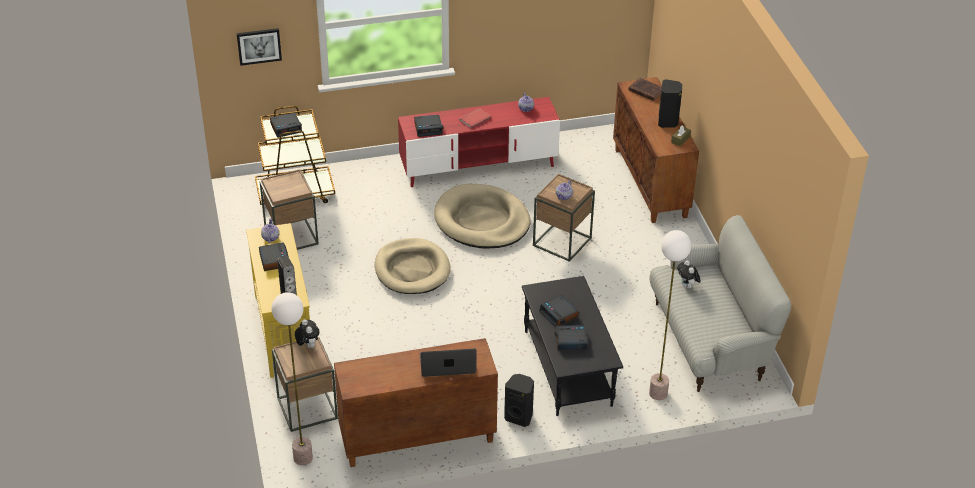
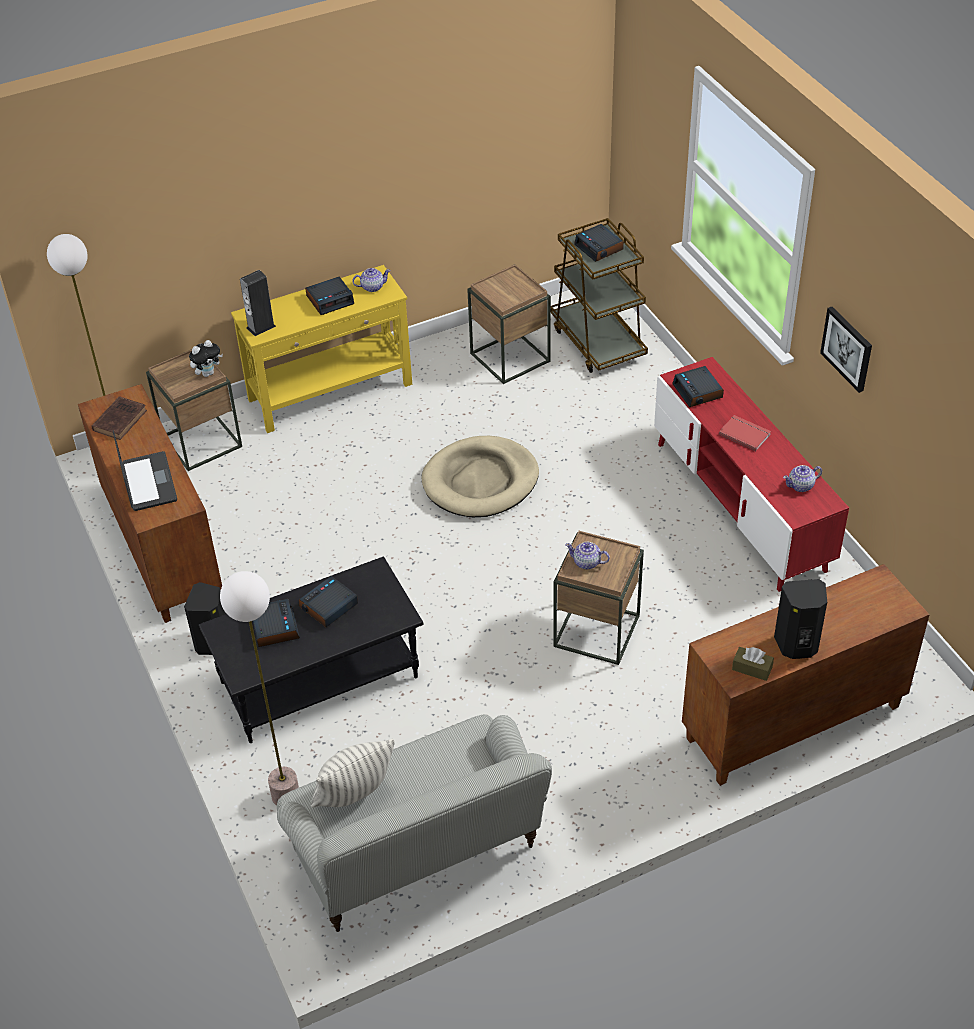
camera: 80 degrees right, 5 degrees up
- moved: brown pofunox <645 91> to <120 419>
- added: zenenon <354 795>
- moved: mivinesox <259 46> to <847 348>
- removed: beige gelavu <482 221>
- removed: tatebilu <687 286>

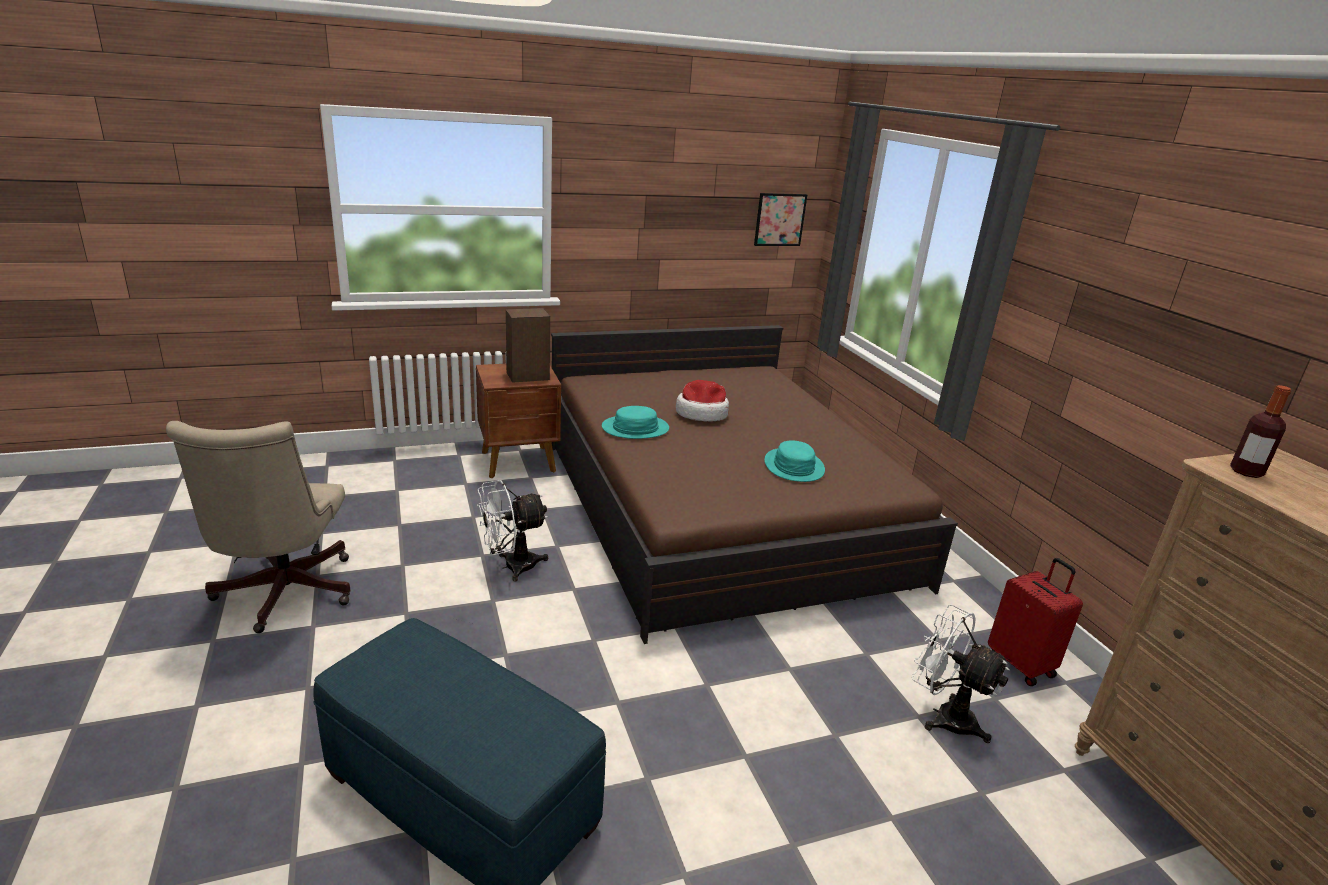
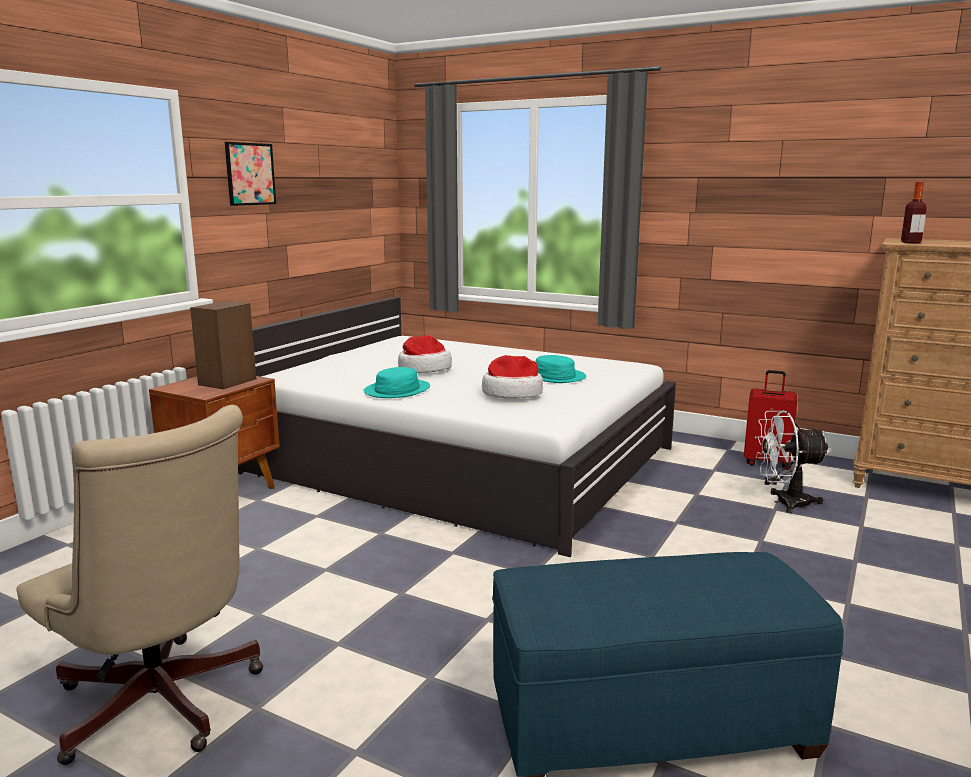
camera: 40 degrees left, 10 degrees down
- moved: mivinesox <780 219> to <250 174>
- recoloured: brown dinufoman <718 509> to white dinufoman <460 460>
- added: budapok <512 393>
- removed: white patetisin <511 566>

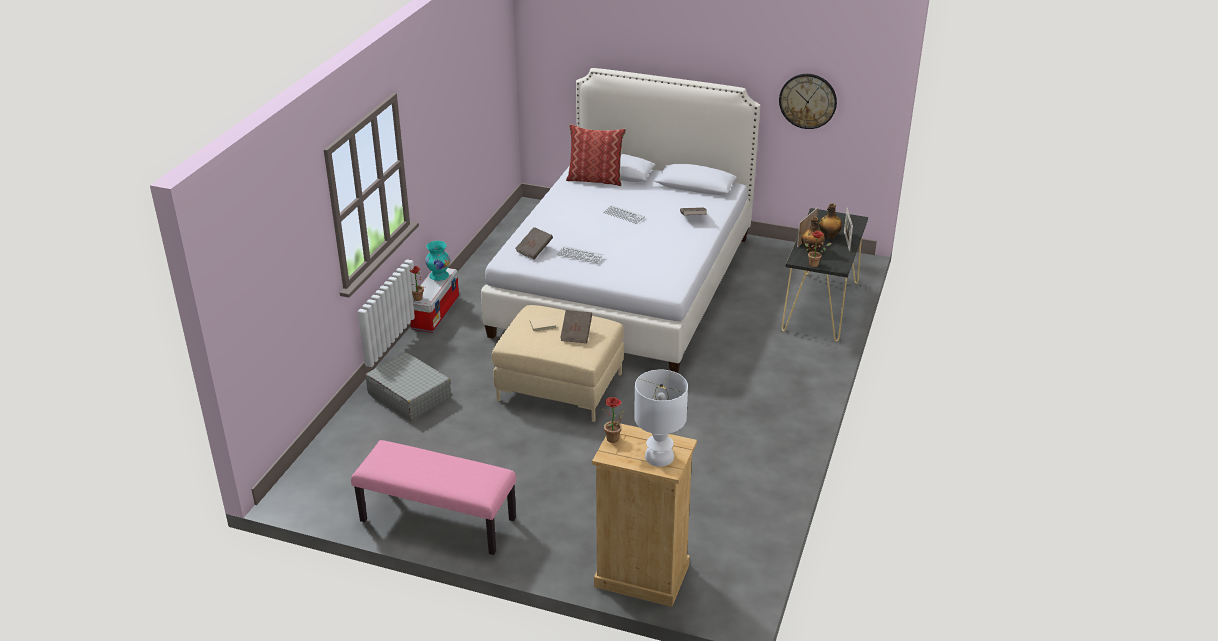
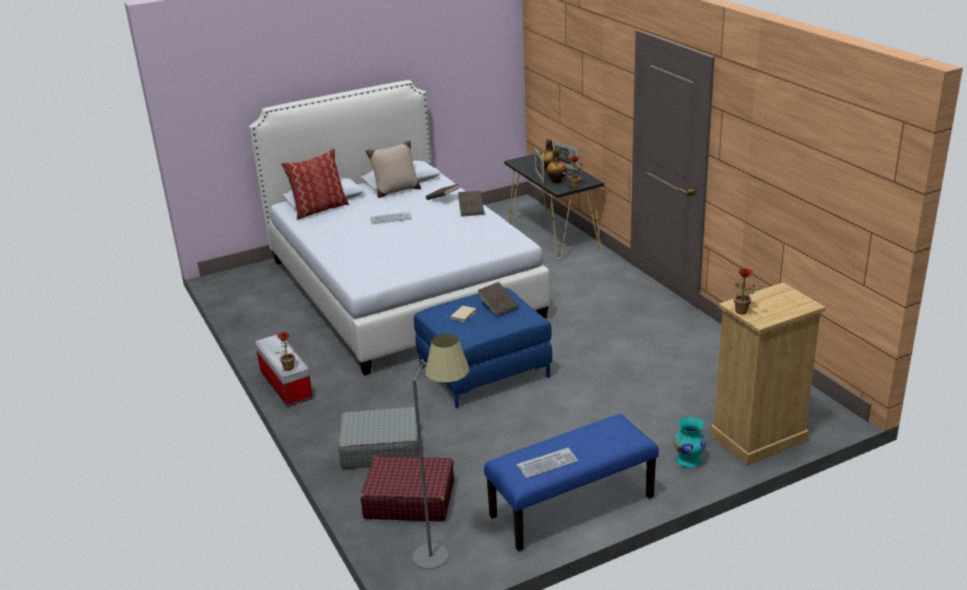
camera: 45 degrees left, 5 degrees down
- added: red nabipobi <409 499>
- added: beige zenenon <396 191>
- added: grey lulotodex <447 554>
- recoloured: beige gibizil <561 387> to blue gibizil <484 372>
- moved: brown pofunox <534 250> to <471 210>
- recoloured: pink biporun <437 521> to blue biporun <572 508>
- moved: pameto <580 255> to <547 464>
- moved: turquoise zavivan <439 276> to <688 460>
- removed: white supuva <659 457>
- removed: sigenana <808 101>

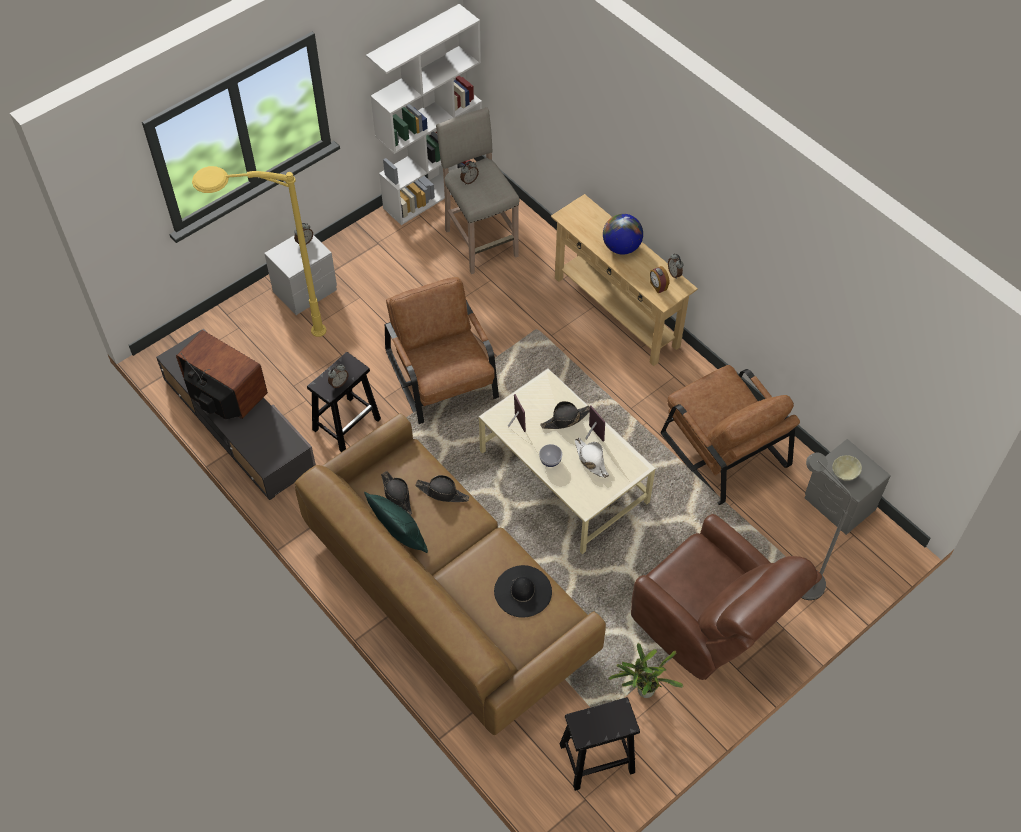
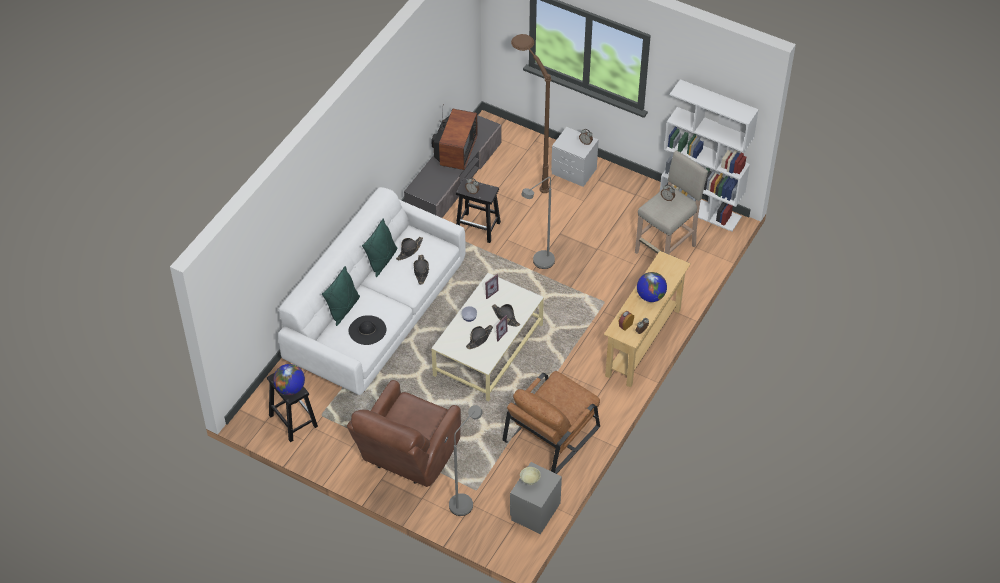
camera: 70 degrees right, 5 degrees down
- added: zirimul <290 388>
- recoloured: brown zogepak <446 594> to white zogepak <375 315>
- added: green zenenon <343 309>
- recoloured: white budapok <591 459> to black budapok <479 338>
- recoloured: yellow lulotodex <270 337> to brown lulotodex <527 167>
- replaced: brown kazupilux <443 376> to grey lulotodex <539 264>
- removed: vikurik <643 690>

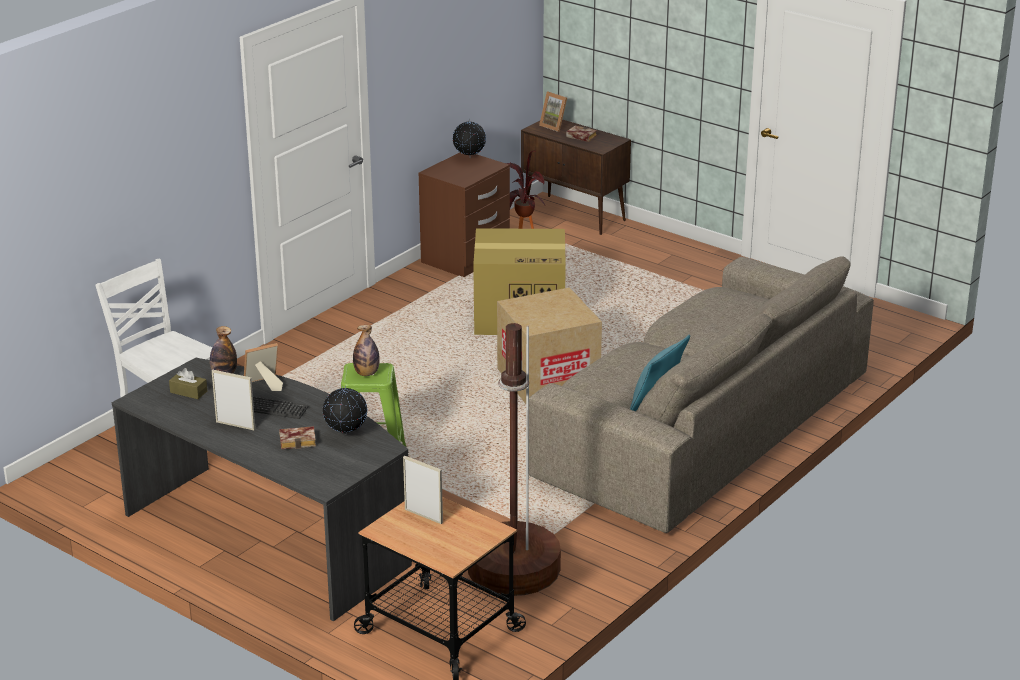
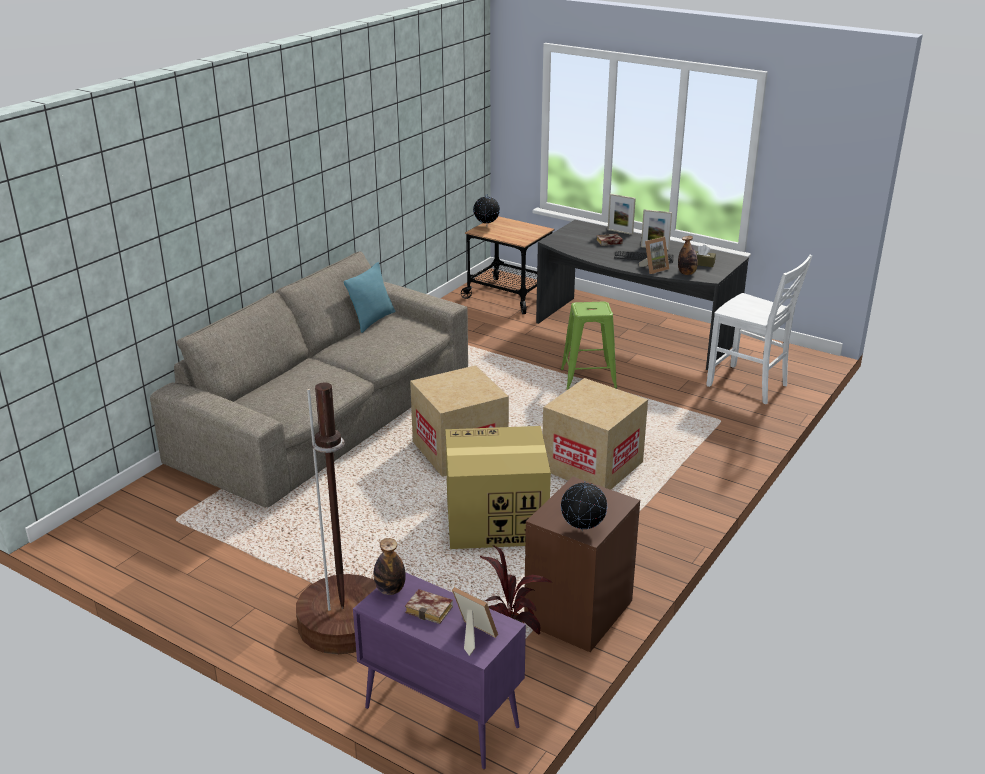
camera: 175 degrees right, 0 degrees up
- moved: brown lulotodex <513 569> to <344 622>
- recoloured: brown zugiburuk <575 215> to purple zugiburuk <440 717>
- moved: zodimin <366 373> to <390 590>
- moved: zirimul <346 434> to <486 226>
- added: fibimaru <592 466>
- moved: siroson <423 516> to <620 232>

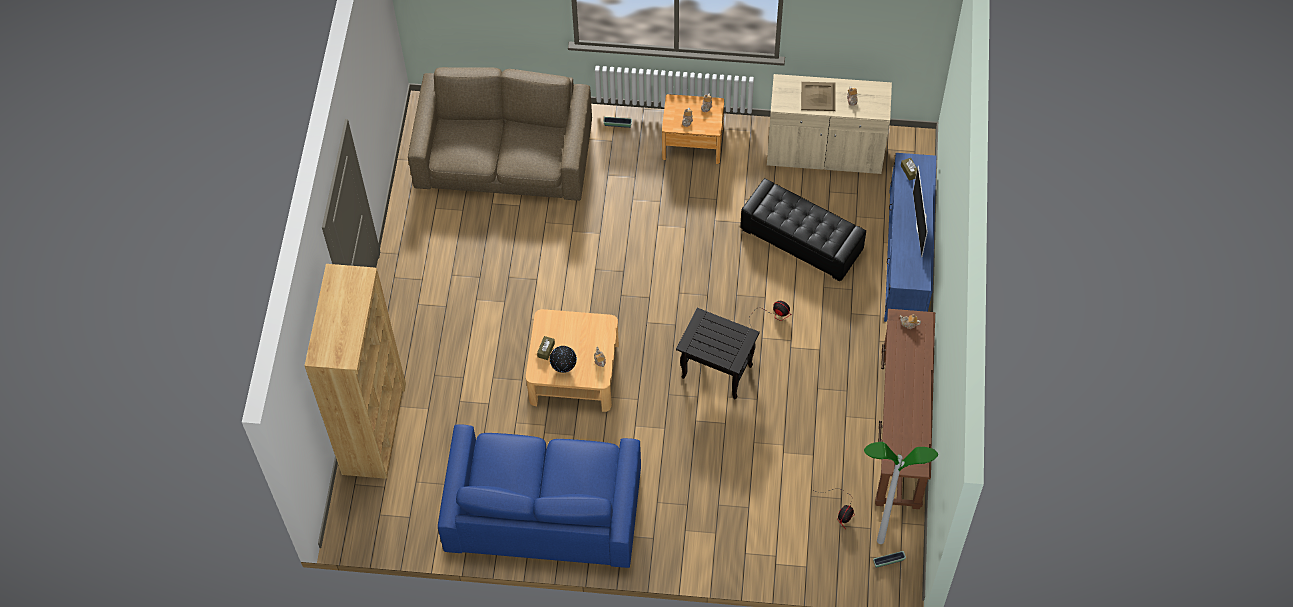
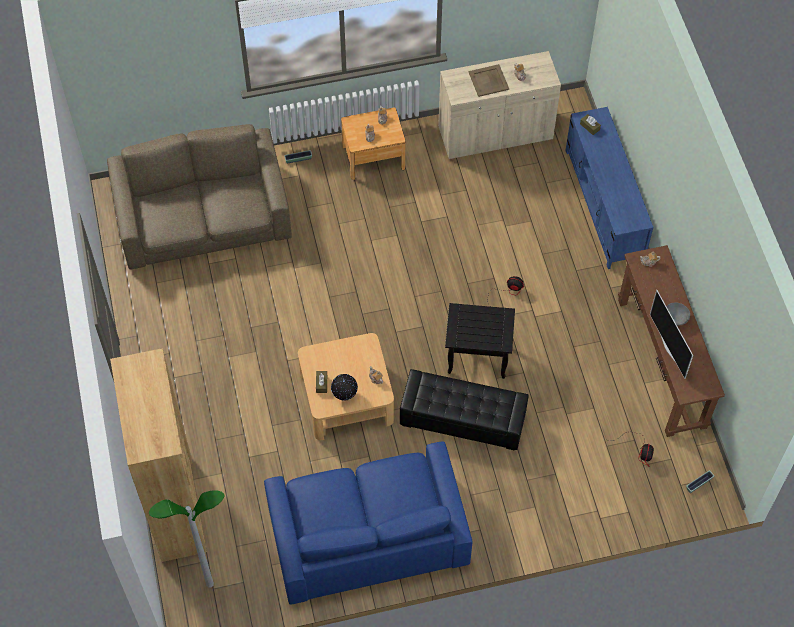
camera: 20 degrees left, 0 degrees up
- moved: lulotodex <880 541> to <210 584>
- moved: black gibizil <801 240> to <463 419>
- moved: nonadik <920 228> to <669 348>
- added: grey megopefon <675 318>

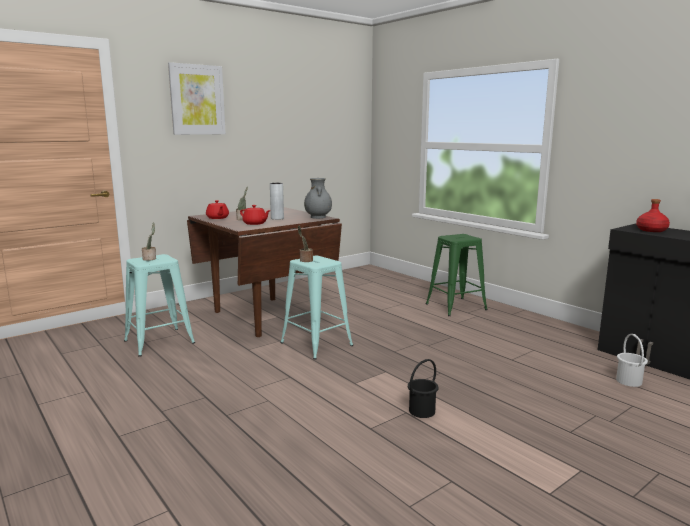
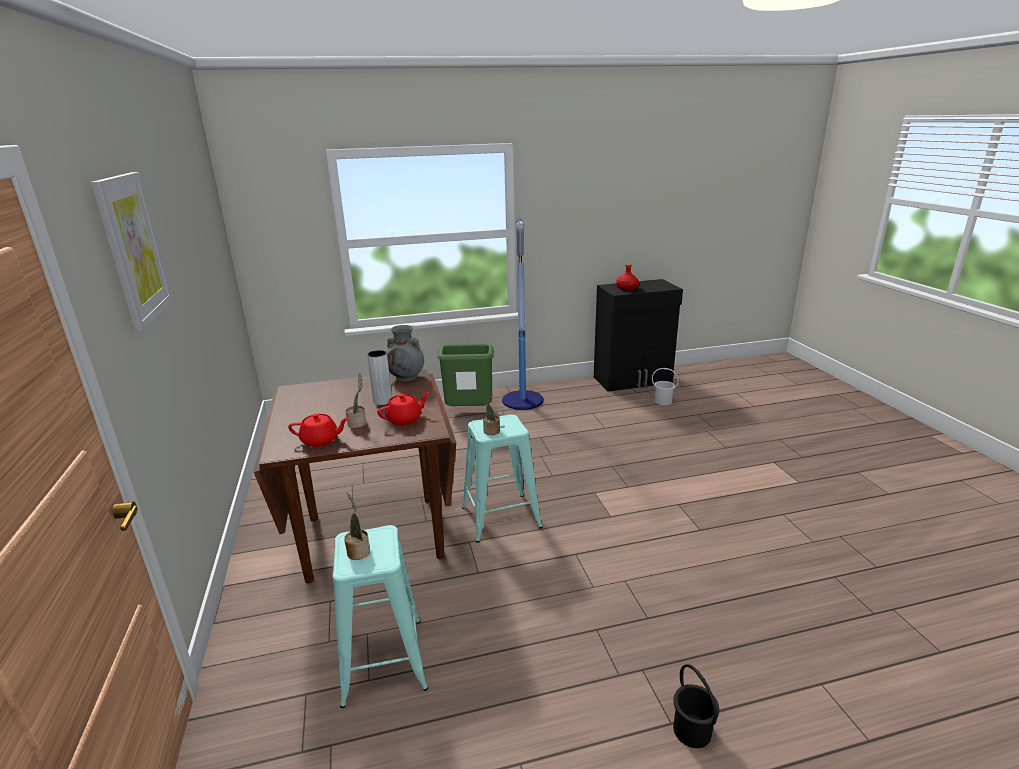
camera: 65 degrees left, 10 degrees up
- replaced: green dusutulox <456 307> to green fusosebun <469 412>
- added: lulotodex <523 401>
- moved: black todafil <422 411> to <692 730>

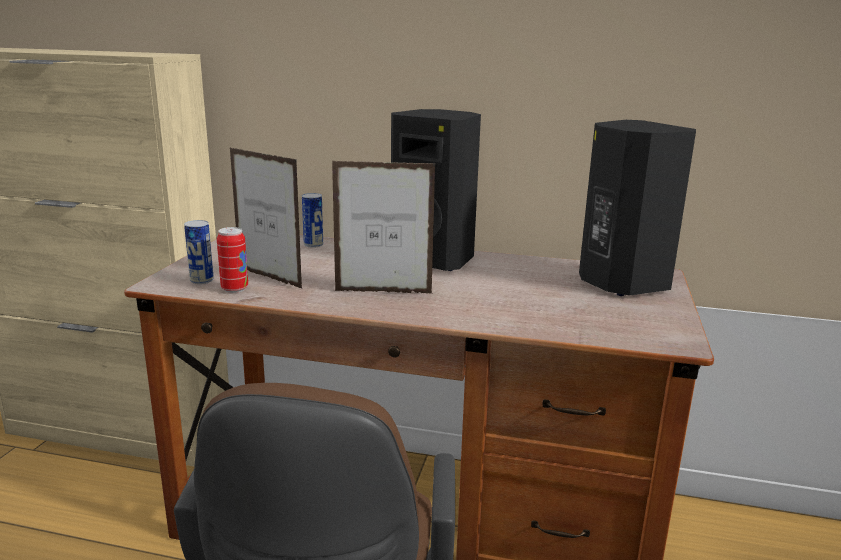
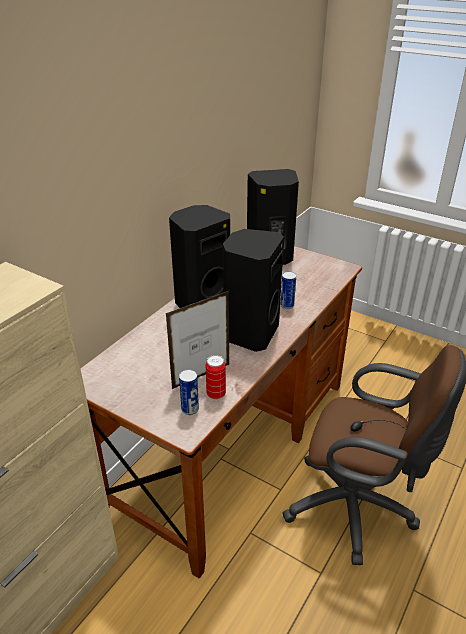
camera: 70 degrees left, 15 degrees up
- replaced: siroson <383 292> to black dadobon <250 333>
- moved: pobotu <313 245> to <287 305>

